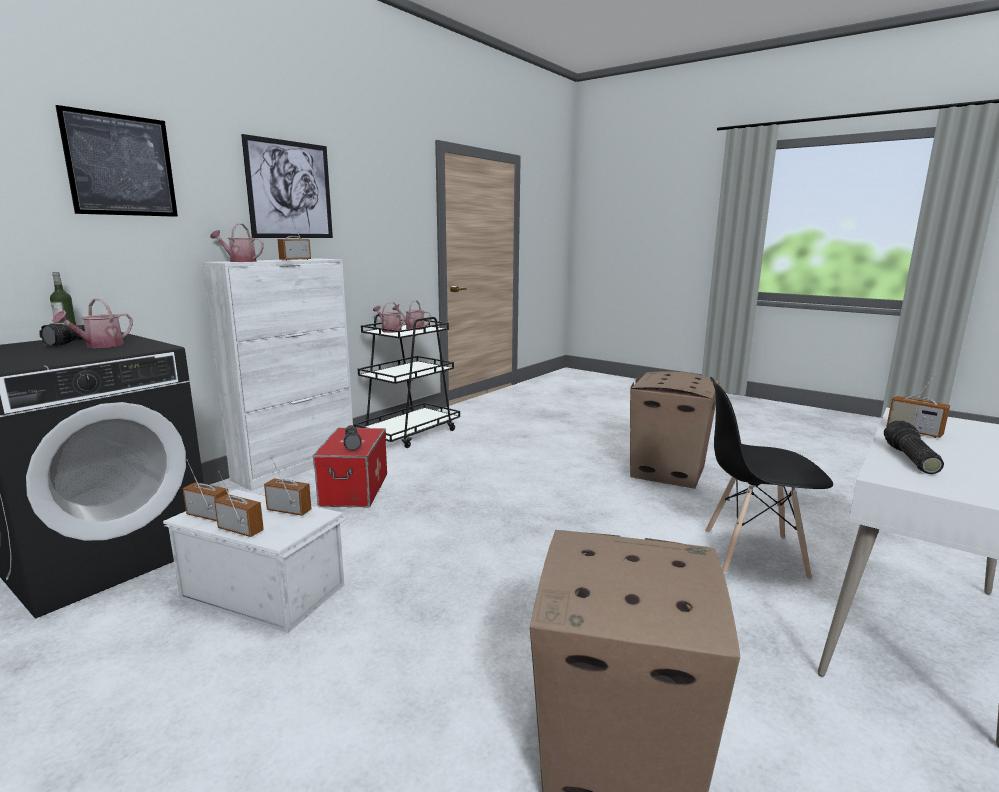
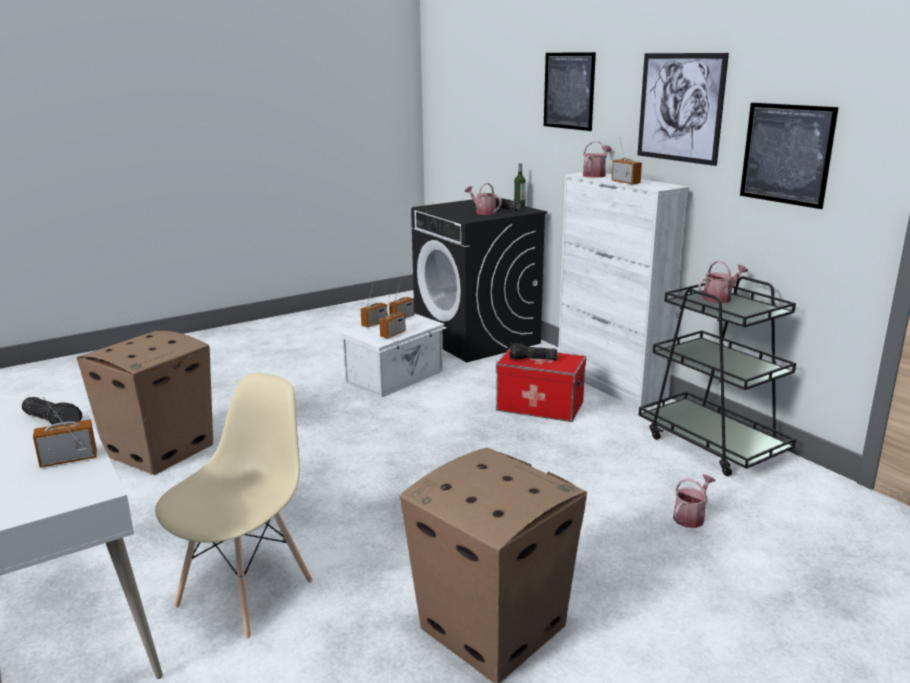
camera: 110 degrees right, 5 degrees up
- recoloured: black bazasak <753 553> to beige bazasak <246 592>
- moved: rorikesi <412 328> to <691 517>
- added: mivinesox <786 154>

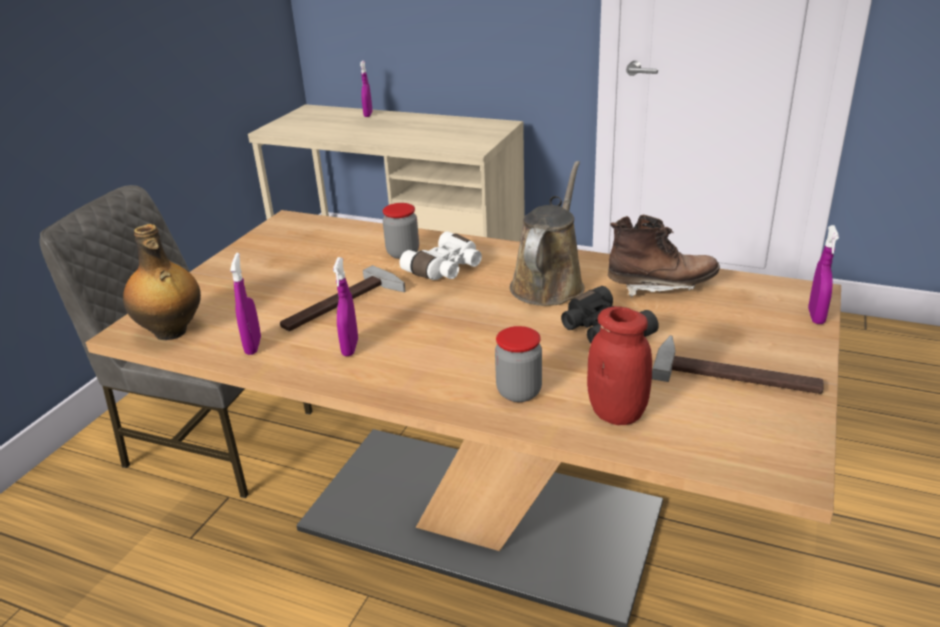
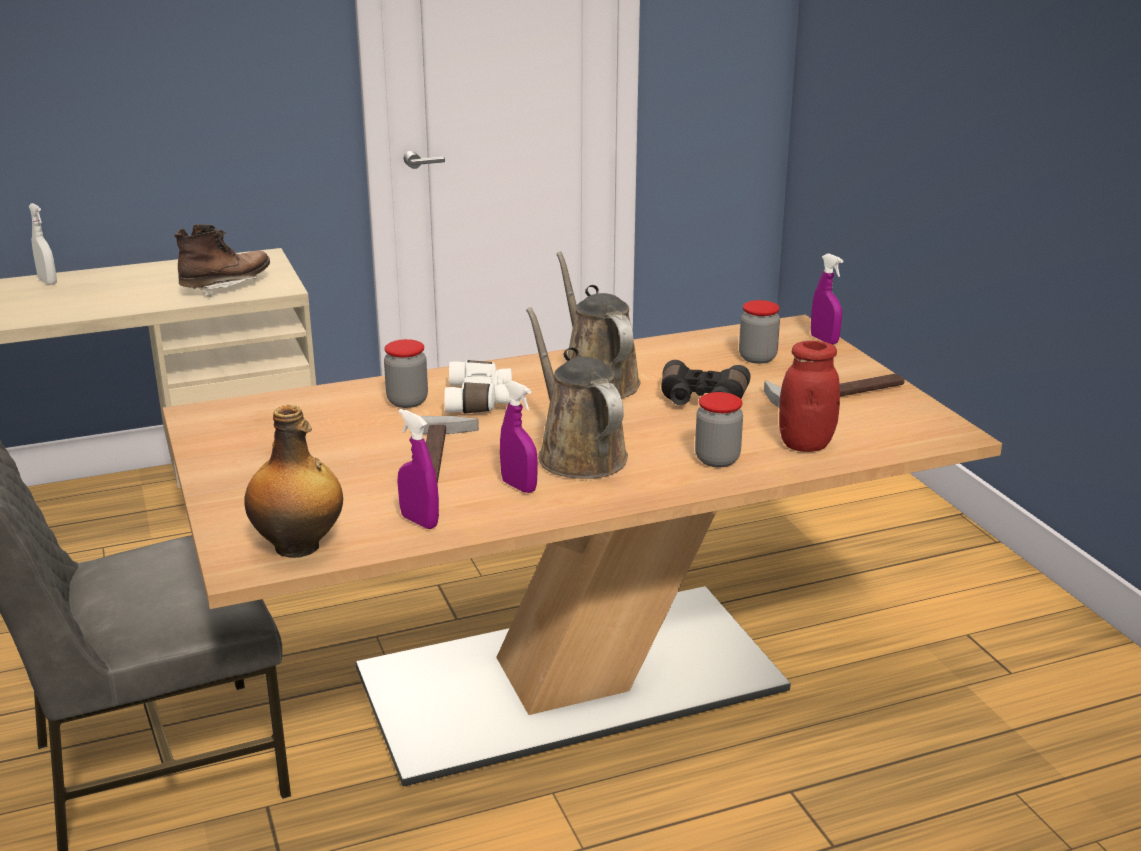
camera: 45 degrees left, 5 degrees down
- recoloured: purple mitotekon <368 115> to white mitotekon <47 281>
- moved: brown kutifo <660 287> to <226 286>
- added: brown rorikesi <577 454>
- added: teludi <757 358>

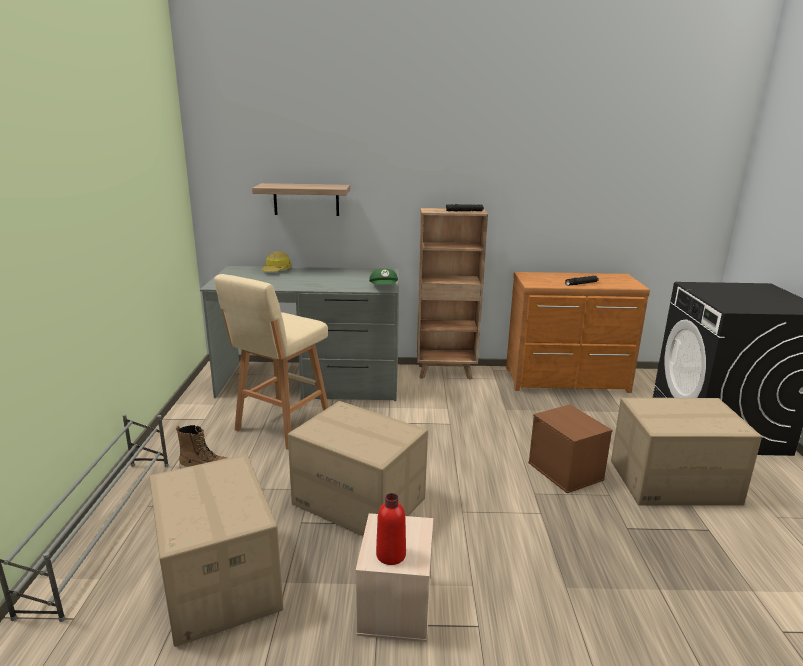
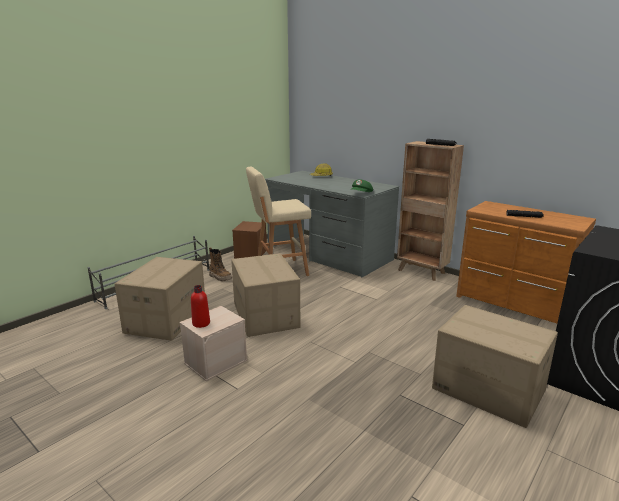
camera: 40 degrees right, 0 degrees up
- moved: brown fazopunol <566 471> to <251 254>
- removed: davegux <306 199>

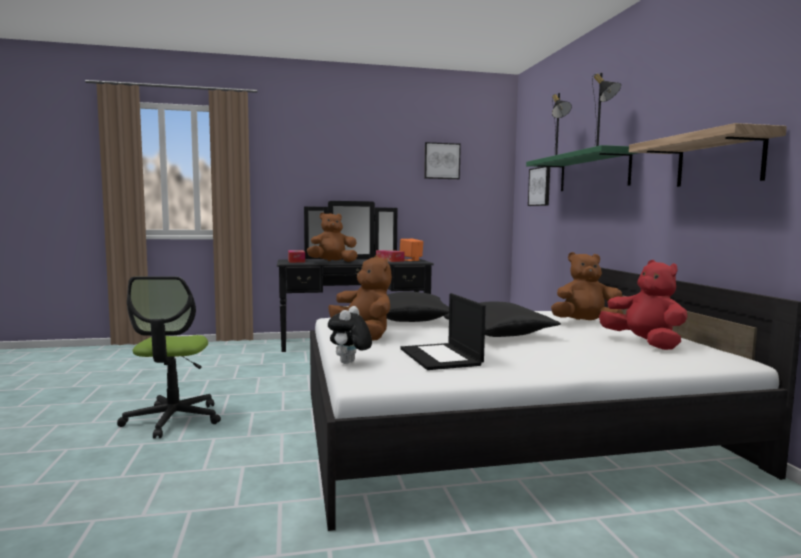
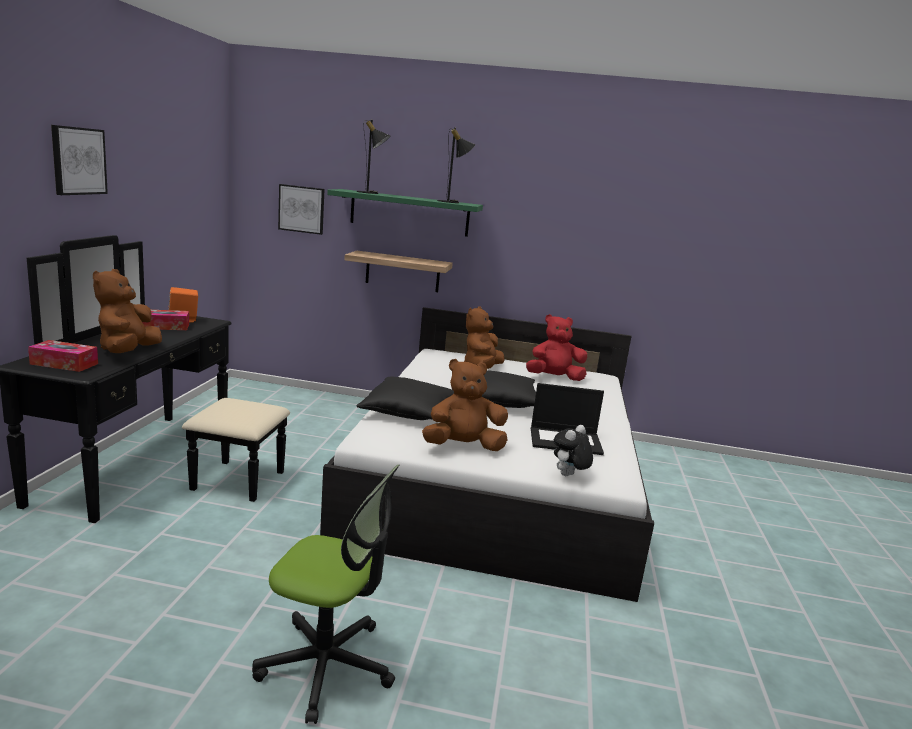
camera: 70 degrees left, 10 degrees up
- moved: mivinesox <442 161> to <78 161>
- moved: davegux <719 160> to <402 272>
- turned: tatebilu <349 363> = <568 476> 90 degrees clockwise

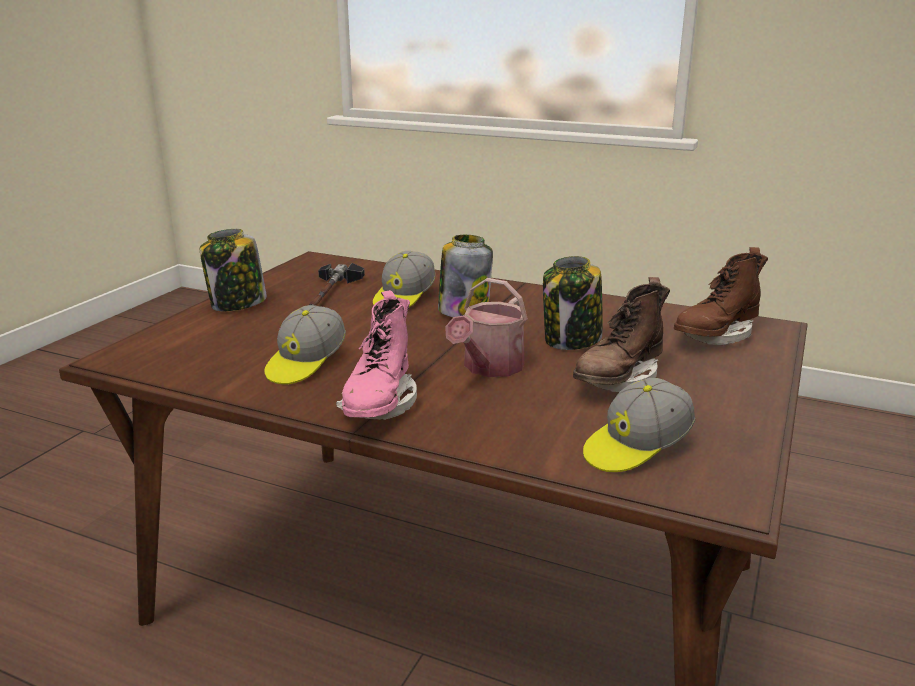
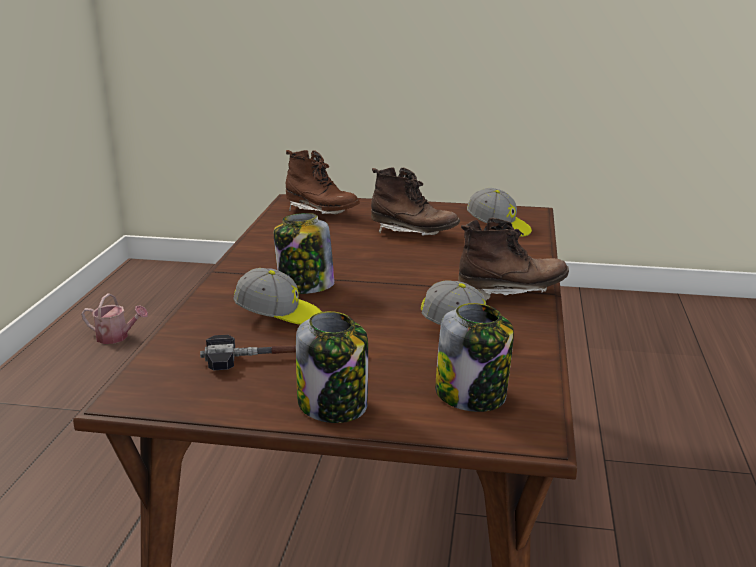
camera: 105 degrees left, 0 degrees up
- moved: rorikesi <489 368> to <116 337>
- moved: teludi <572 340> to <472 395>
- recoloured: pink kutifo <379 405> to brown kutifo <511 292>

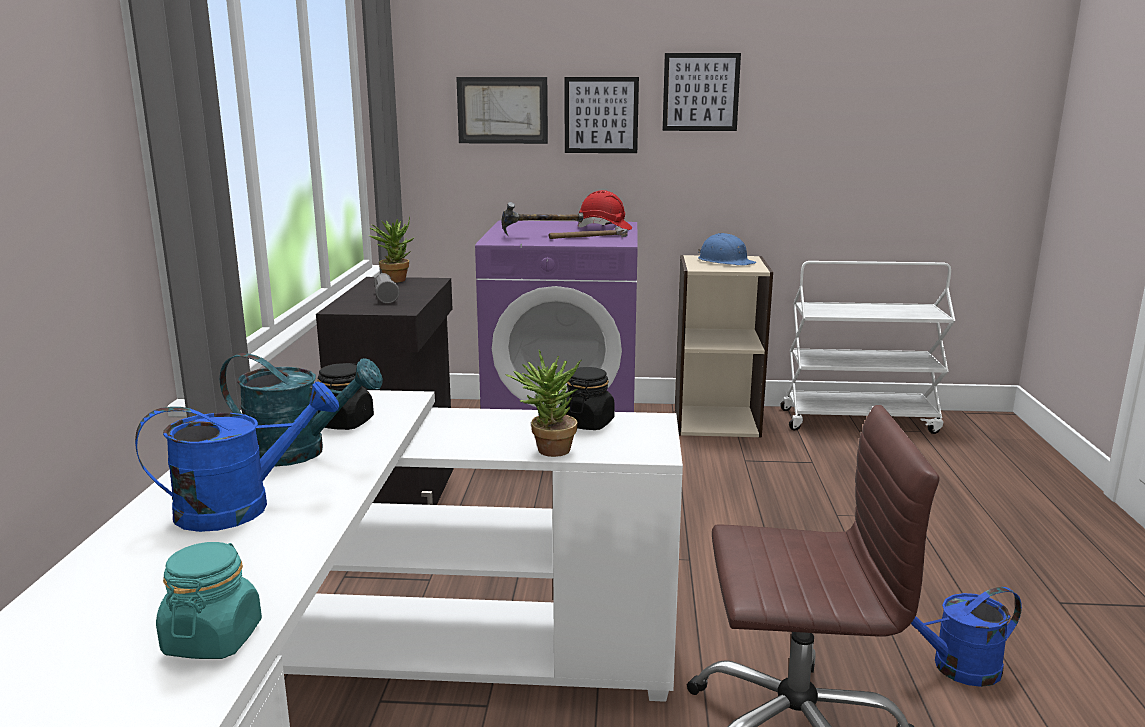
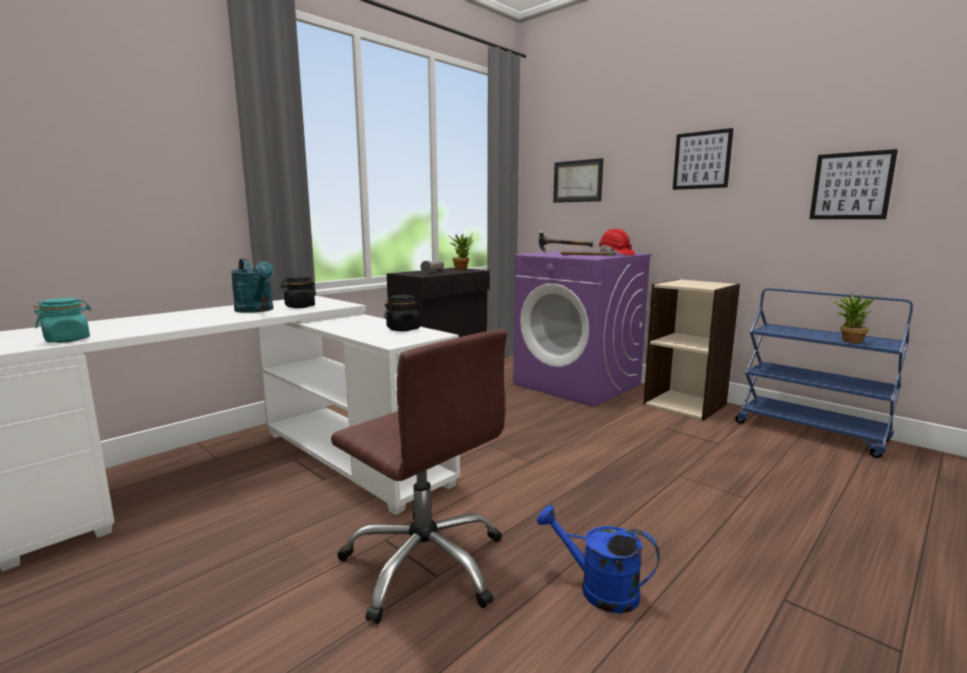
camera: 40 degrees right, 5 degrees down
- recoloured: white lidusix <859 421> to blue lidusix <811 432>
- moved: mivinesox <601 115> to <851 186>
- moved: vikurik <546 450> to <847 341>
- removed: blue rorikesi <240 506>
- removed: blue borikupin <725 261>

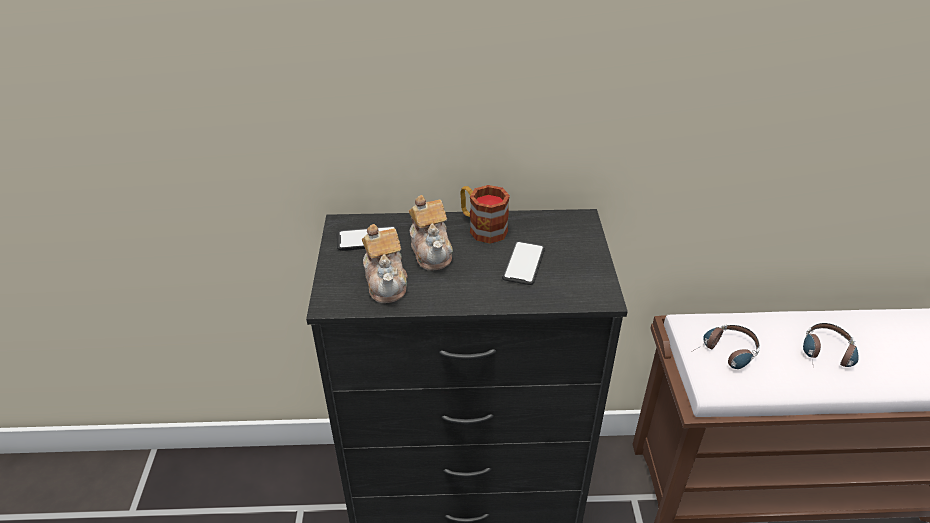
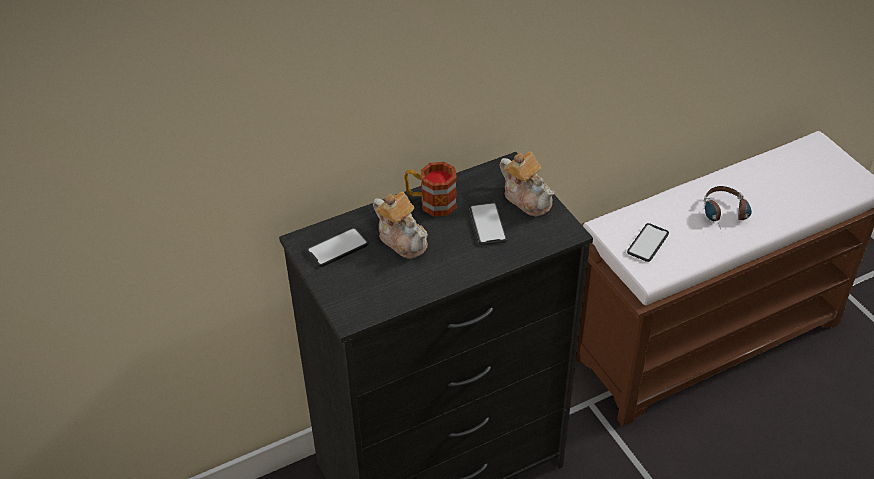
camera: 25 degrees left, 5 degrees up
- moved: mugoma <386 281> to <527 198>
- replaced: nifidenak <724 355> to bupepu <648 243>

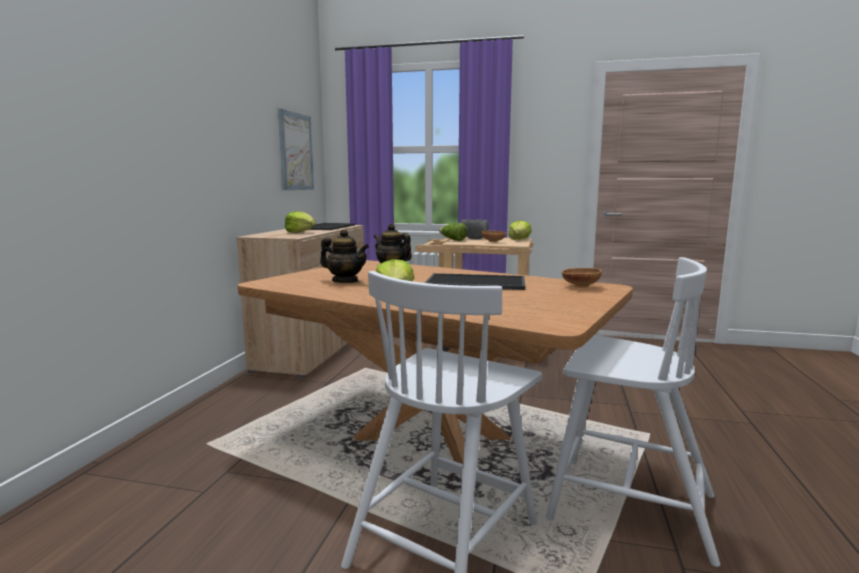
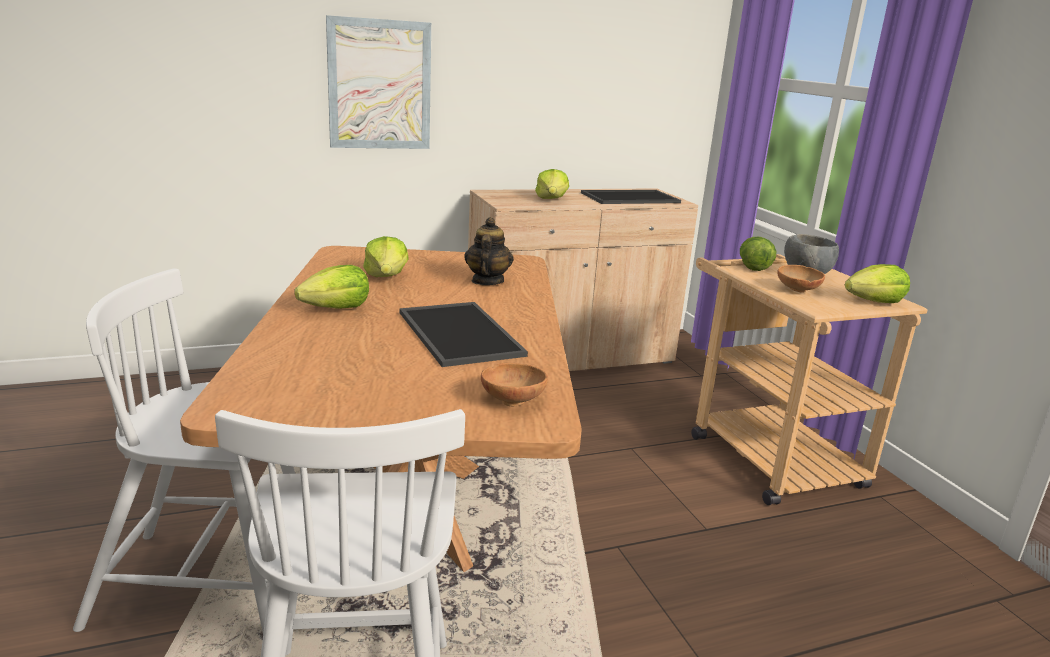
camera: 55 degrees right, 10 degrees up
- moved: mivinesox <296 151> to <379 85>
- replaced: mugoma <345 281> to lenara <386 276>

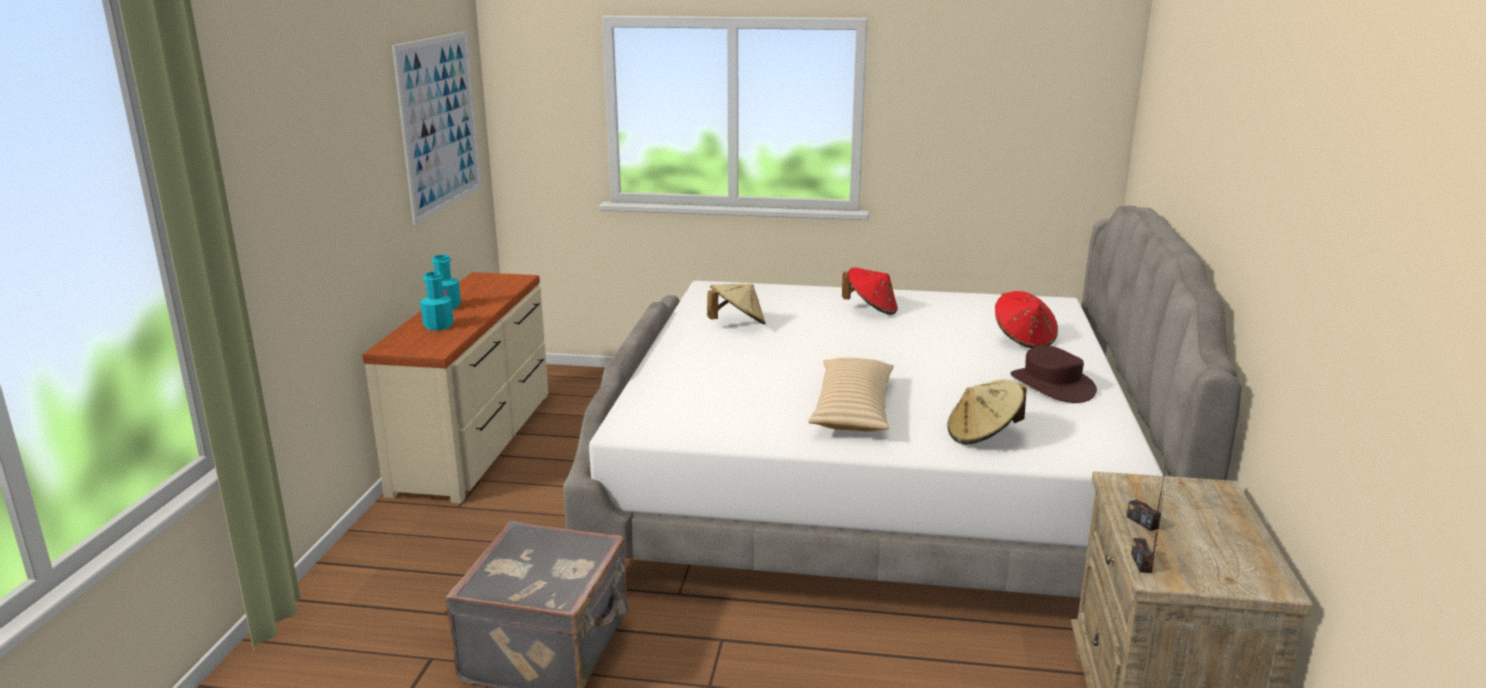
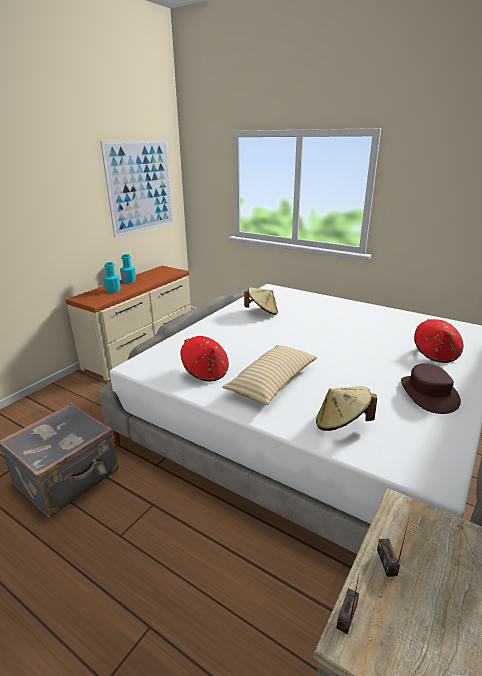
camera: 25 degrees right, 5 degrees up
- moved: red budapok <871 310> to <205 372>

